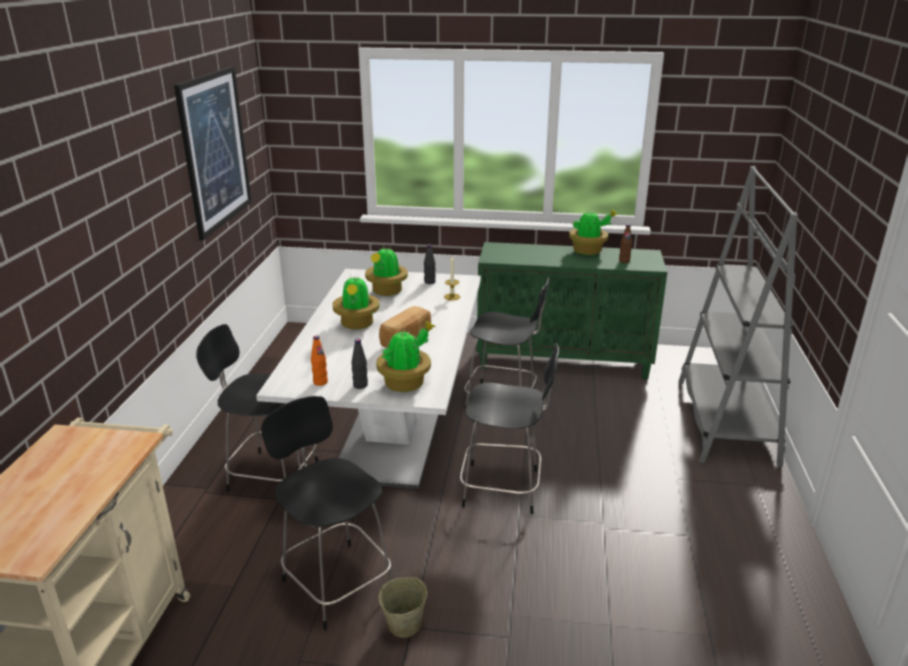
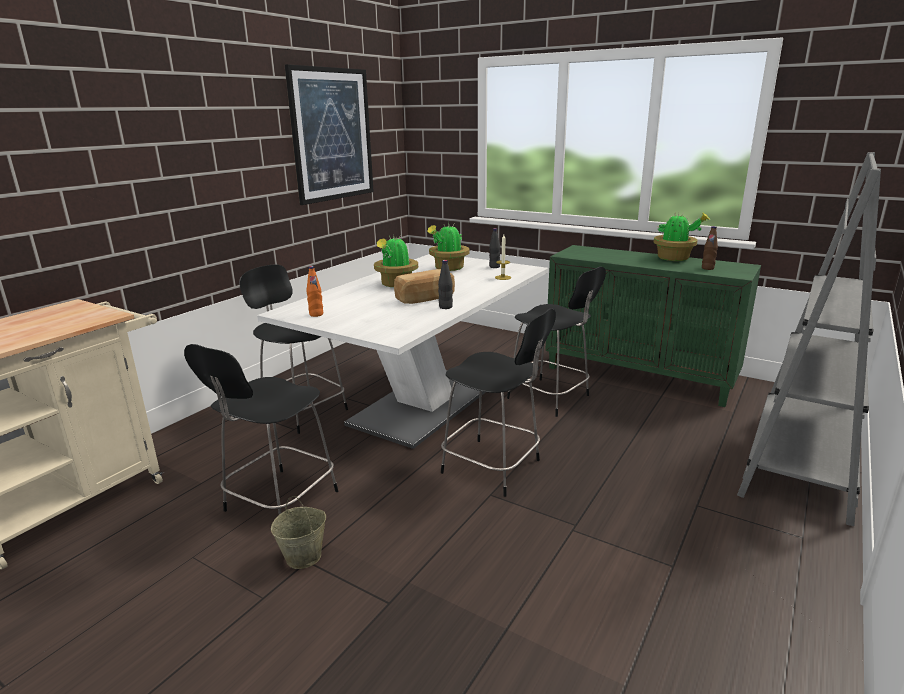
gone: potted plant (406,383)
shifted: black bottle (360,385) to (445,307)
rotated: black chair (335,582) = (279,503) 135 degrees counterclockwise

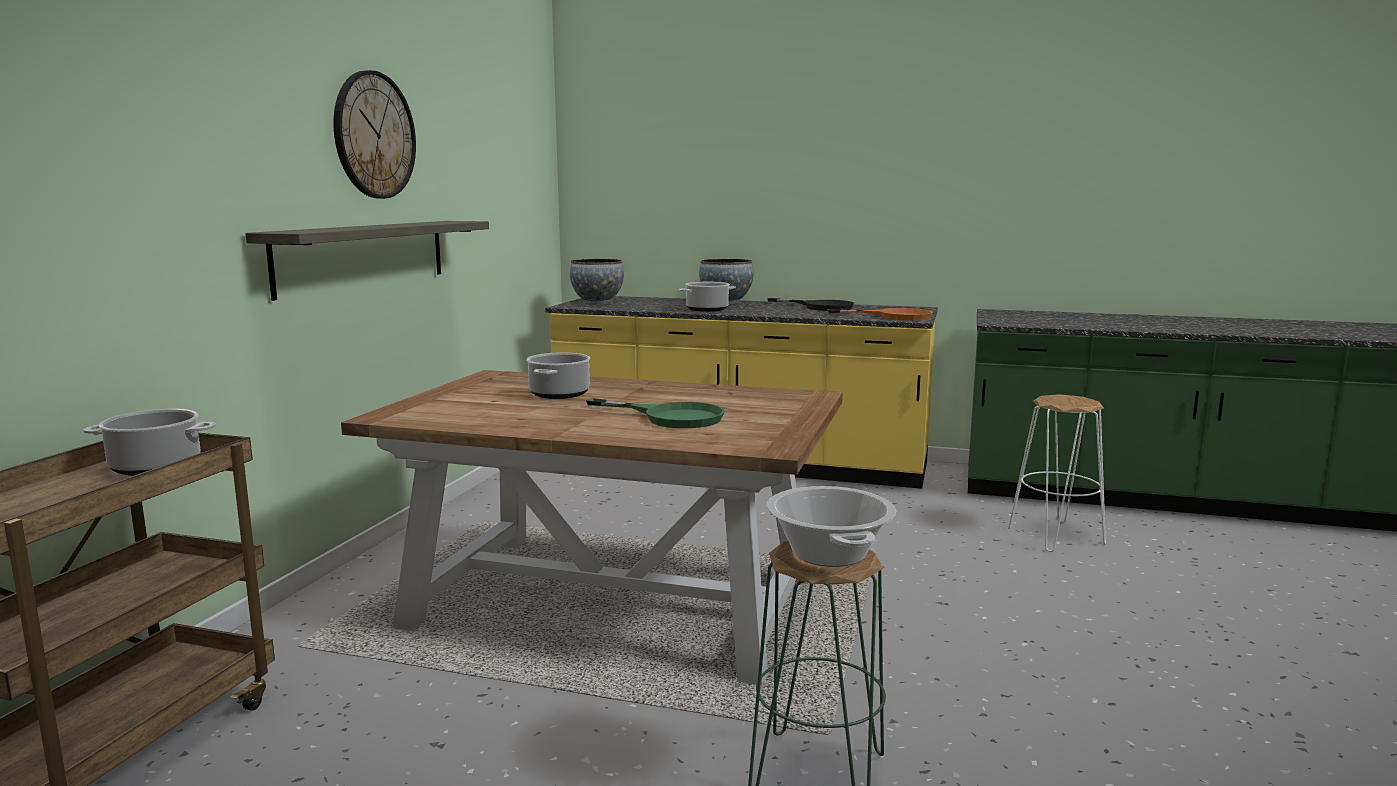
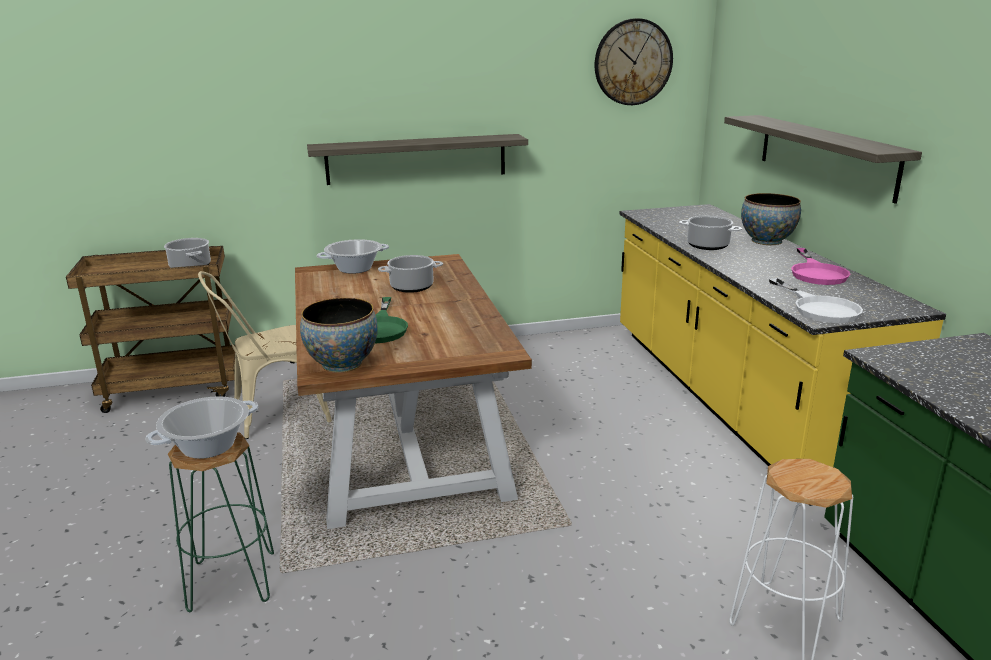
new: shelf (825,155); cooking pot (355,269); beige chair (272,415)
shifted: wall clock (374,135) to (633,62); bowl (597,302) to (342,364)
repainted: black frying pan (820,307) to pink frying pan (816,273); orange frying pan (894,316) to white frying pan (819,308)

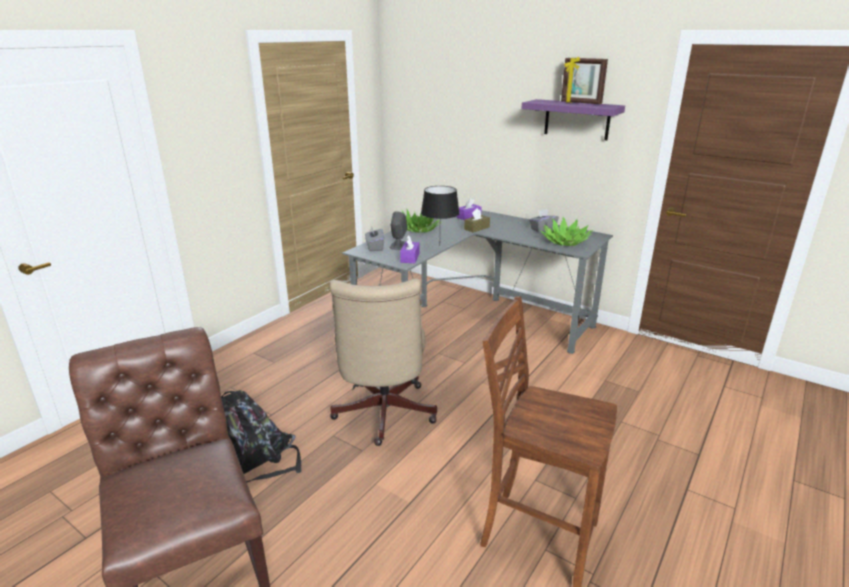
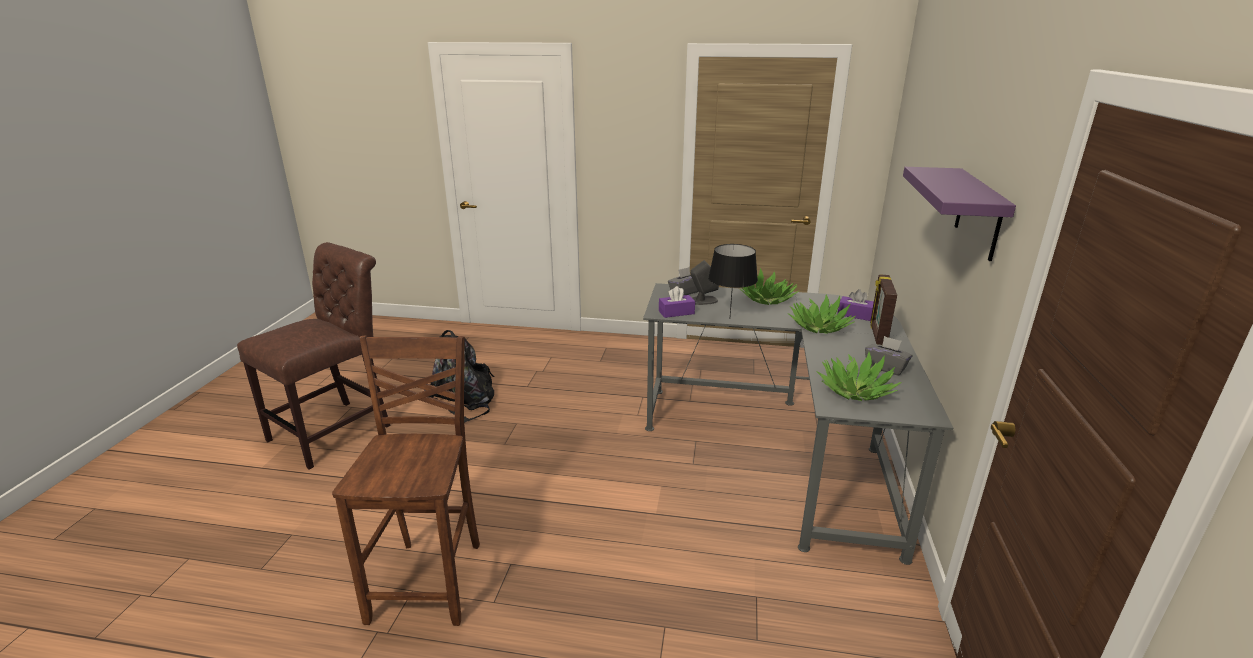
gone: beige office chair (383,416)
shifted: picture frame (580,103) to (877,334)
swapped: brown tissue box (476,228) to potted plant (819,327)

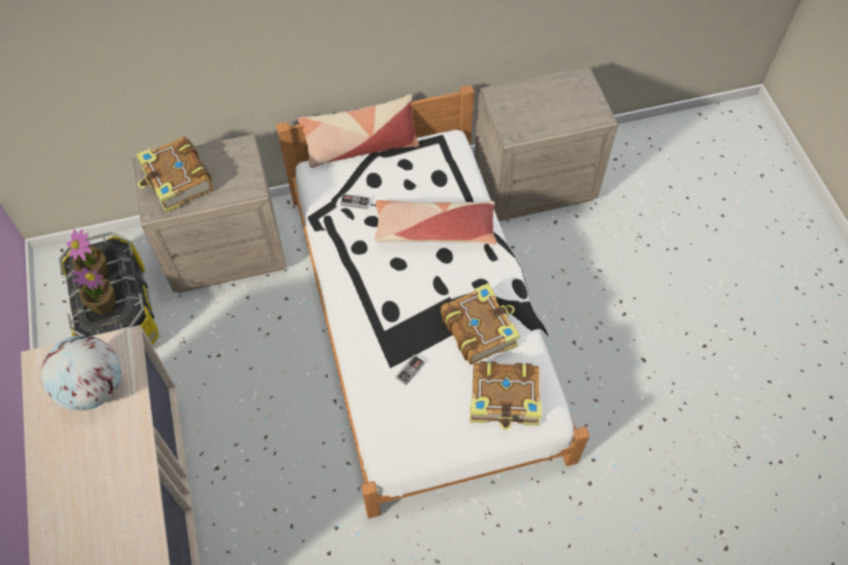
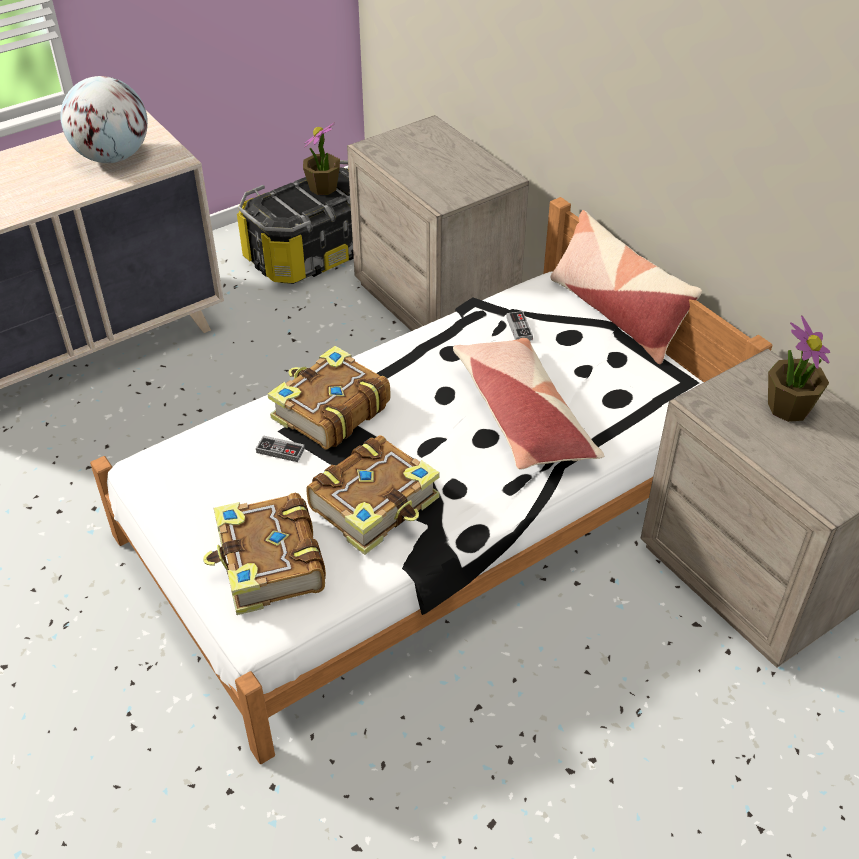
shifted: book (177,182) to (329,411); potted plant (103,304) to (788,407)

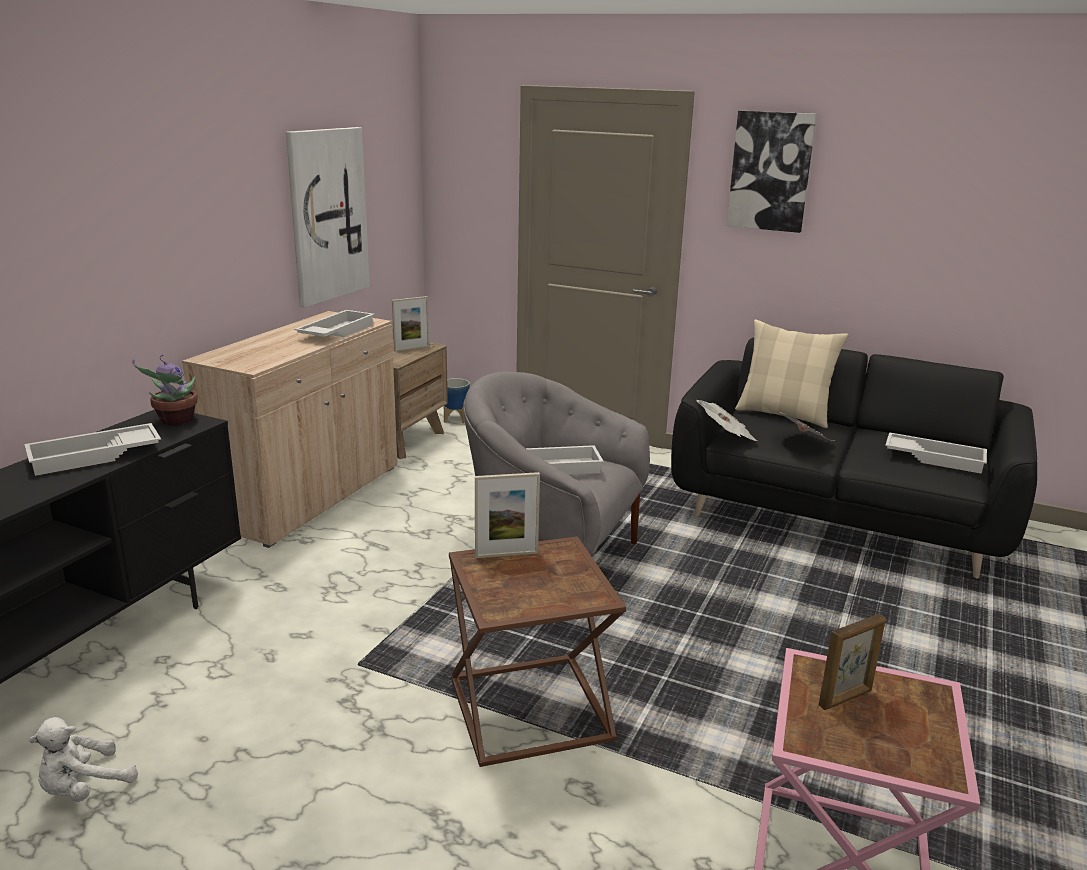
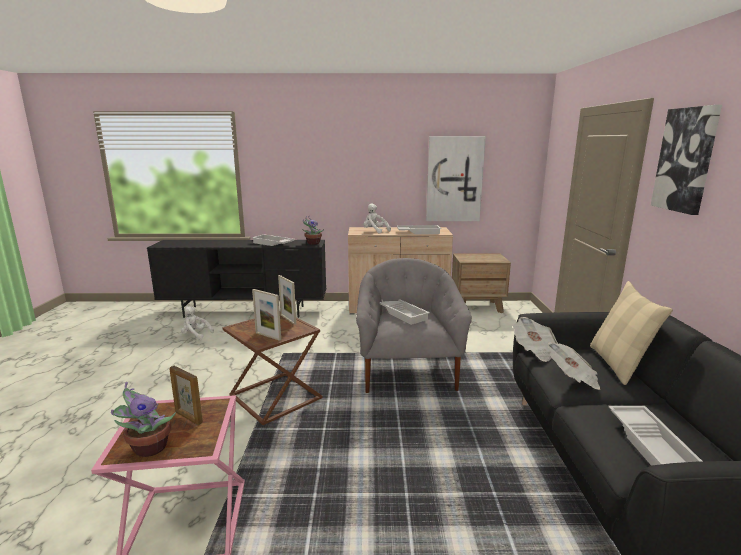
gone: planter (455,419)
new: white plush toy (375,231); potted plant (148,448)
shifted: picture frame (411,349) to (268,336)

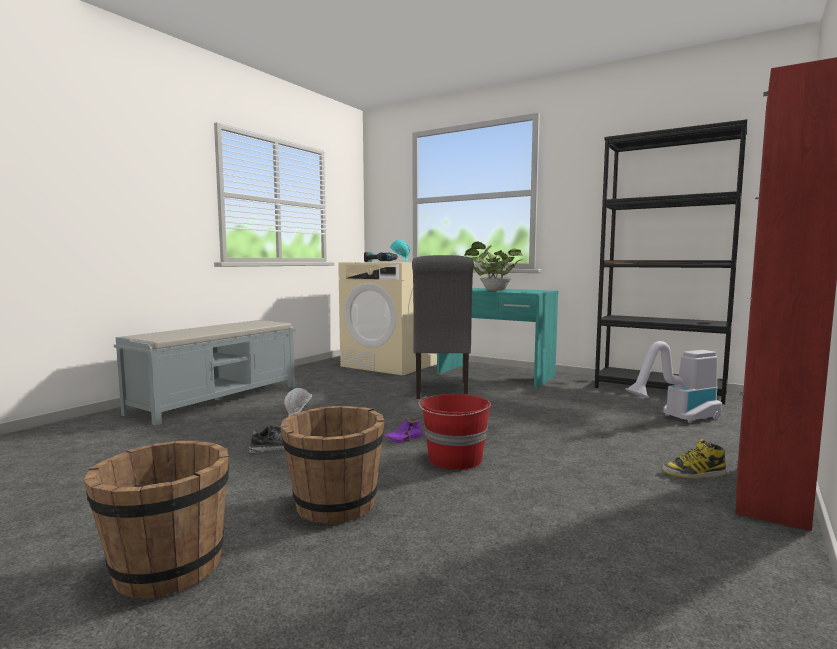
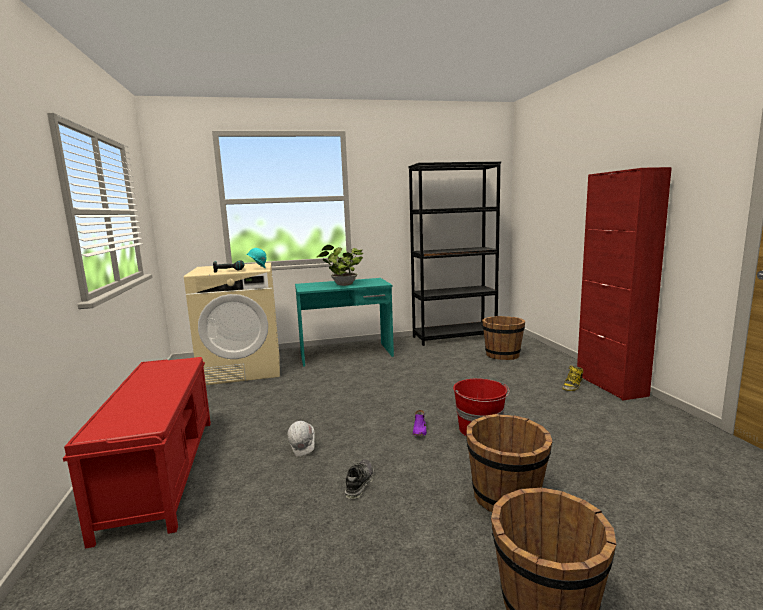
gone: grey chair (441,391)
swapped: vacuum cleaner (677,419) to brown bucket (502,355)
repainted: grey bench (218,399) to red bench (162,471)

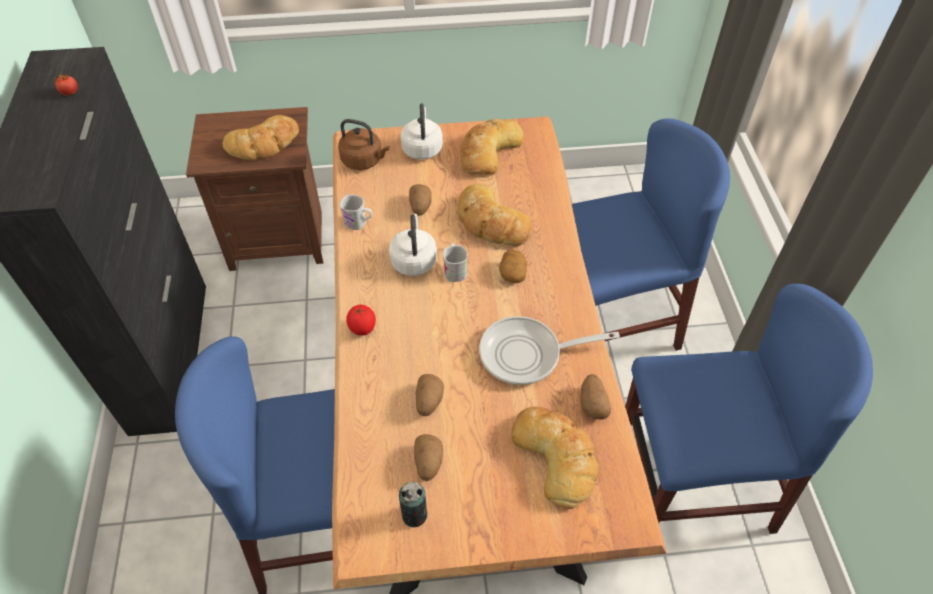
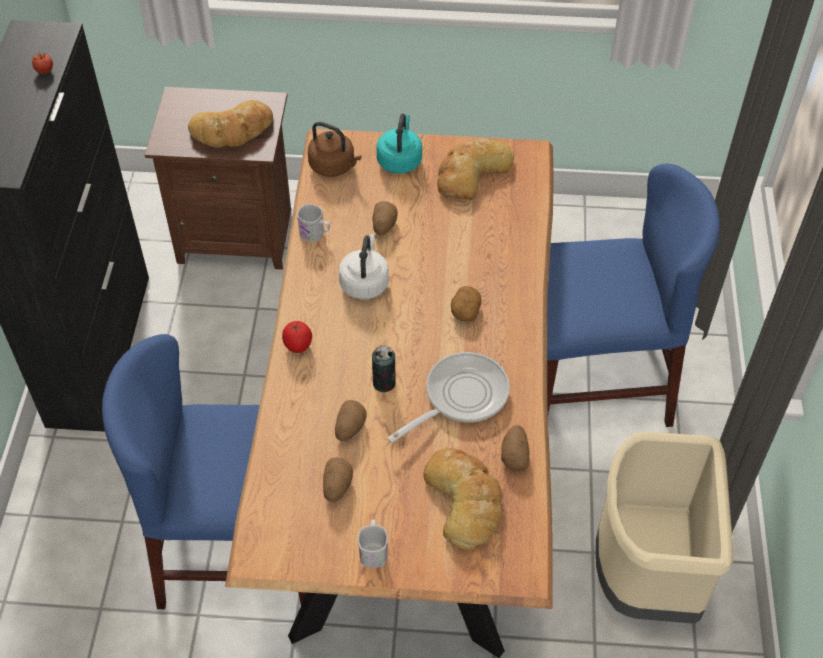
gone: bread (491,222)
shifted: white mug (454,270) to (373,550); can (414,515) to (384,383)
swapped: blue chair (692,483) to beige trash can (646,574)
repainted: white kettle (422,148) to turquoise kettle (400,160)
rotated: frying pan (527,354) = (460,397) 135 degrees clockwise

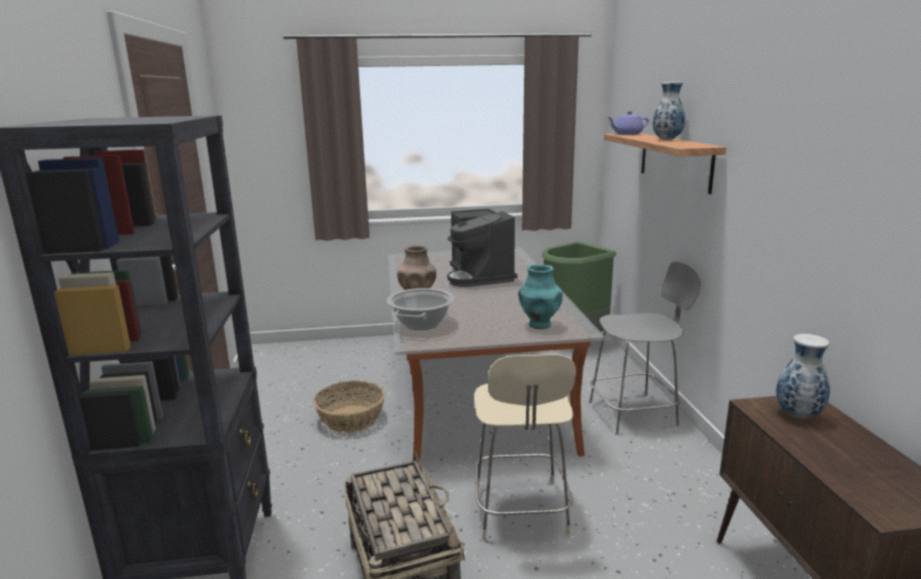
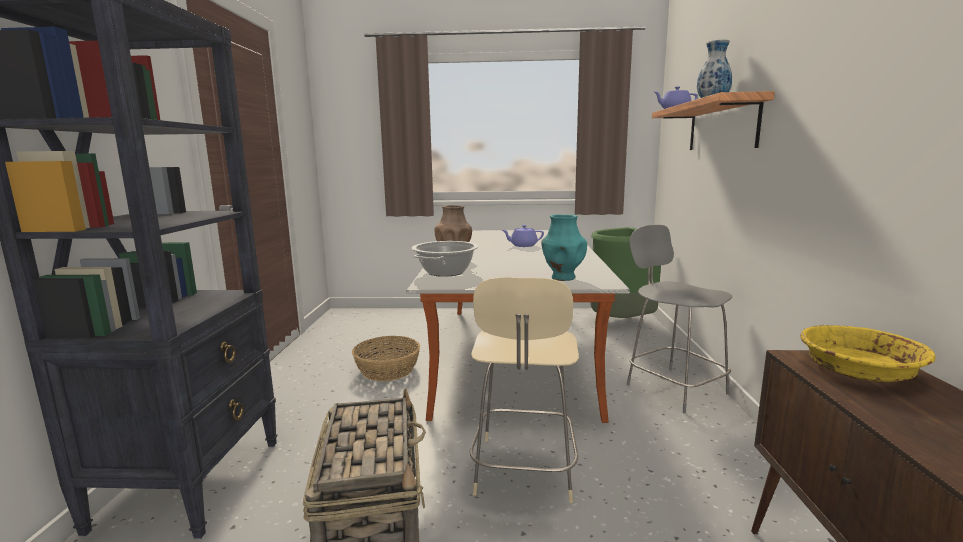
swapped: coffee machine (480,276) to purple teapot (523,245); vase (797,414) to yellow bowl (858,369)
rotated: grey chair (635,413) = (673,387) 120 degrees counterclockwise

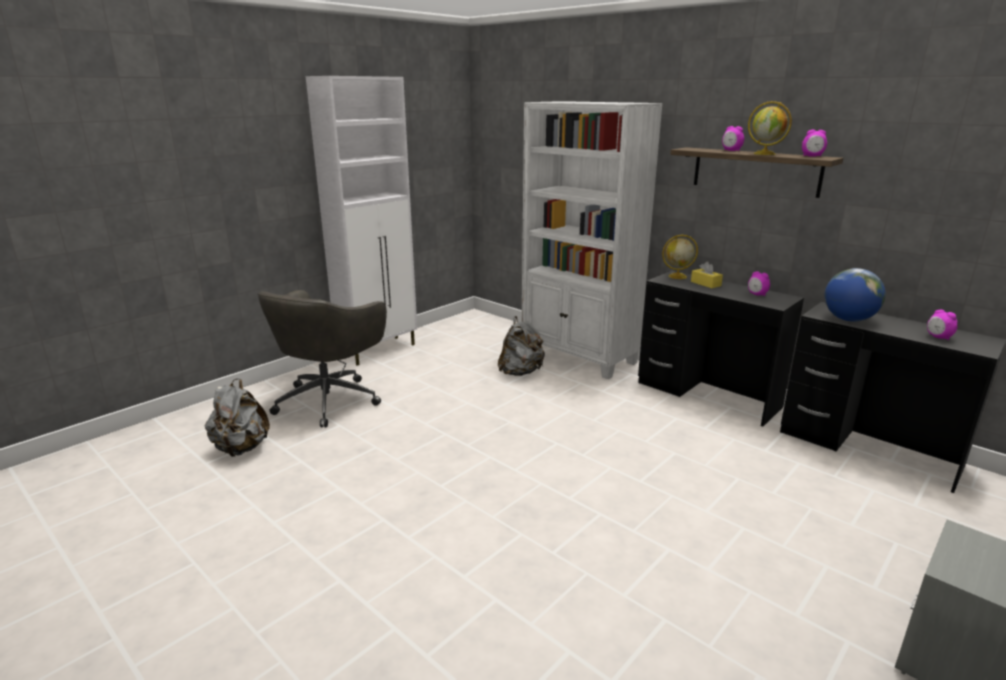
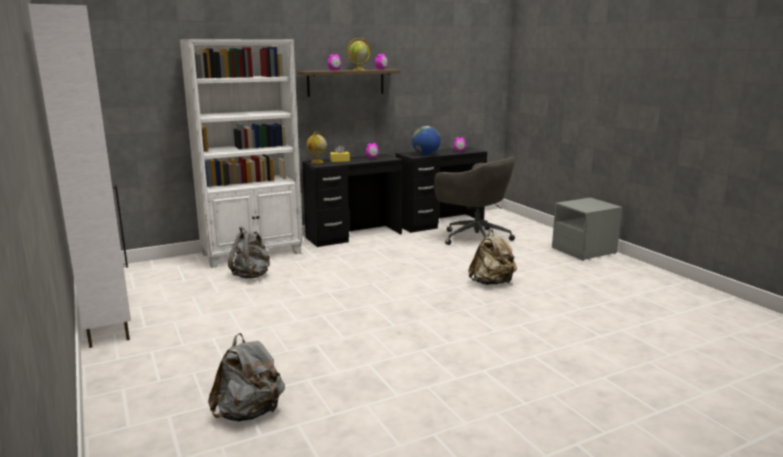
new: beige backpack (492,283)
shifted: grey office chair (330,400) to (474,238)

